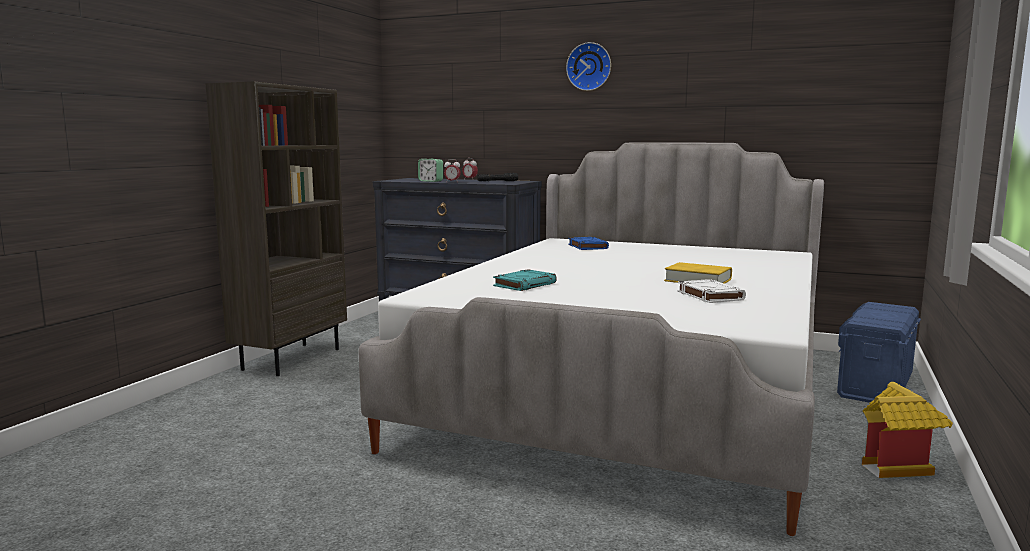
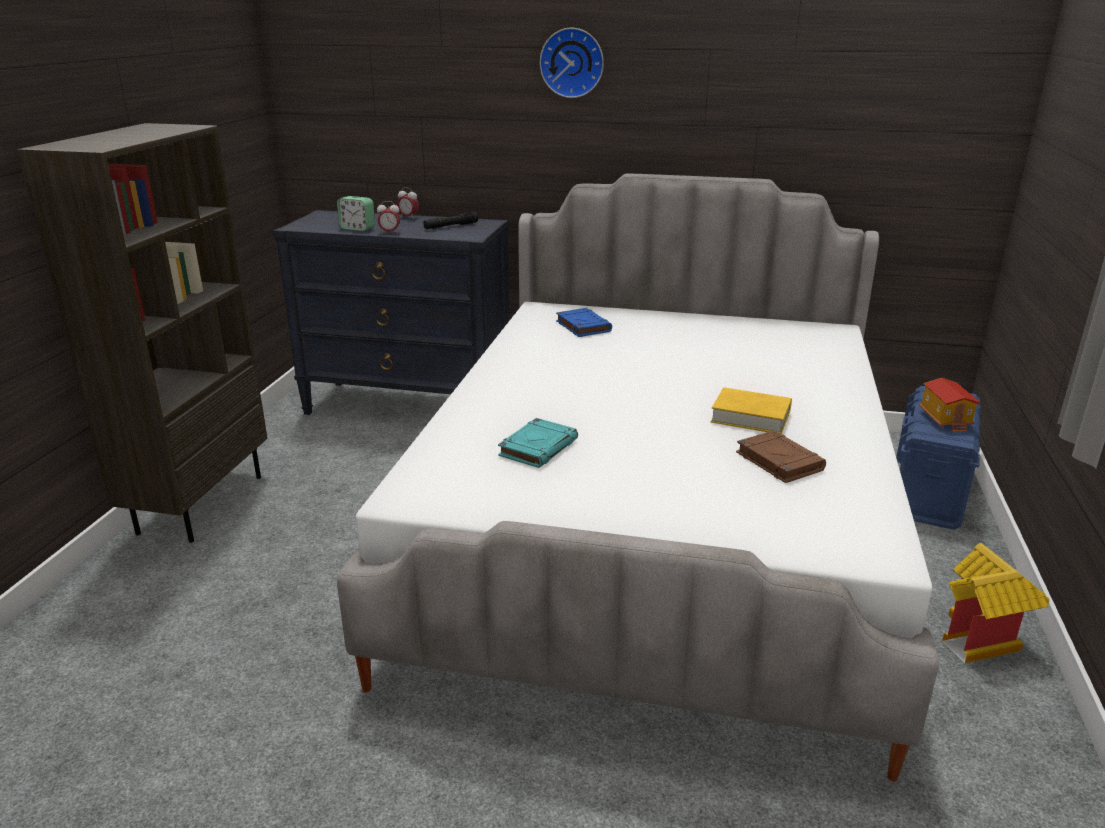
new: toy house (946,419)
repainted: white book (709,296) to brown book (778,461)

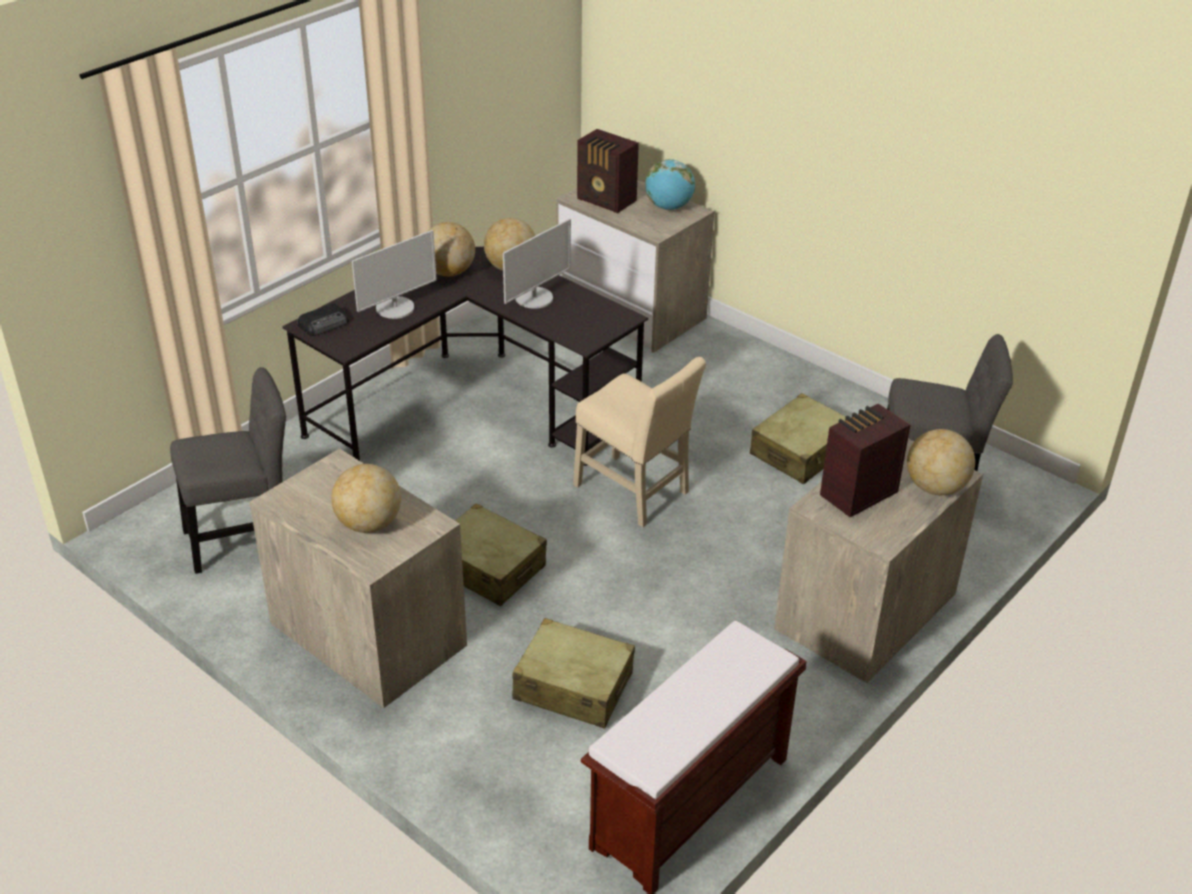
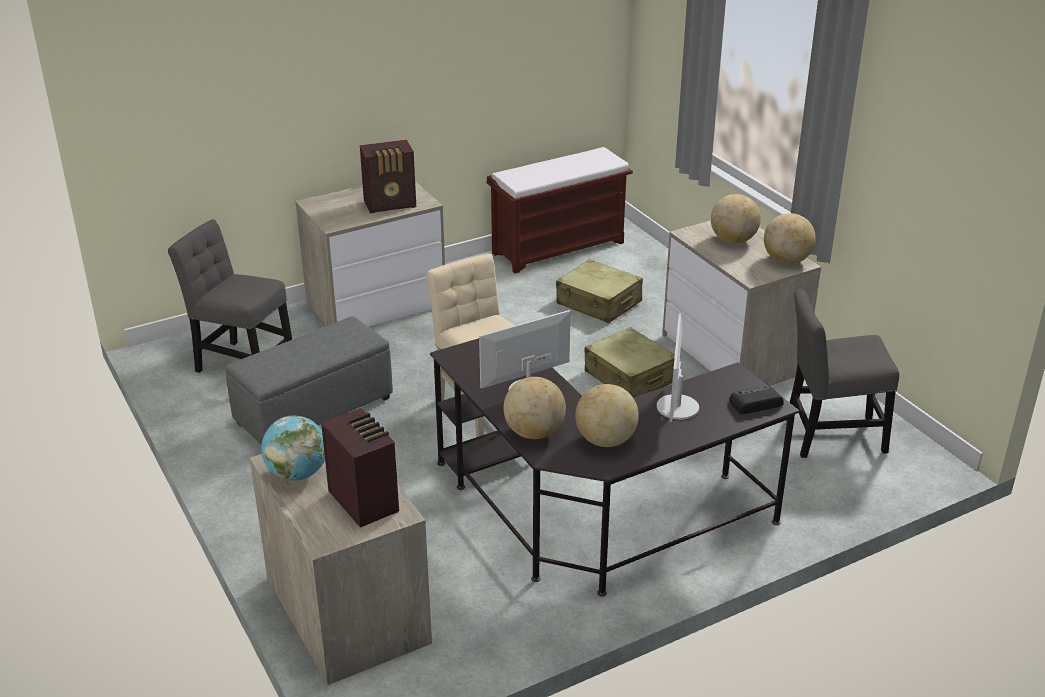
shifted: globe (935,487) to (786,261)
swapped: beige suitcase (801,451) to grey ottoman (313,411)
rotated: monitor (395,308) = (677,407) 60 degrees counterclockwise

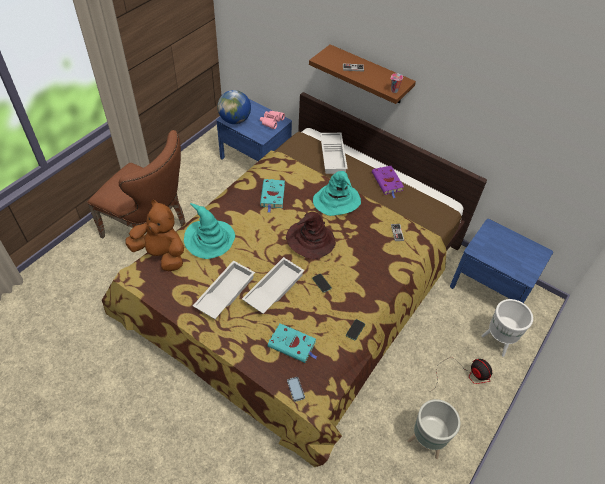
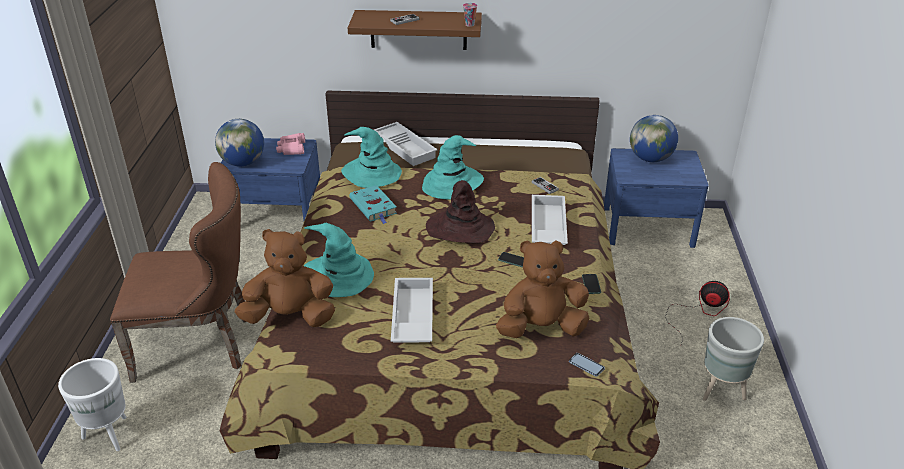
gone: purple book (387,182)
new: globe (650,159); turquoise hat (371,173)
shifted: white tray (273,288) to (546,226); white planter (498,342) to (109,435)
swapped: turquoise book (293,345) to brown plush toy (541,328)

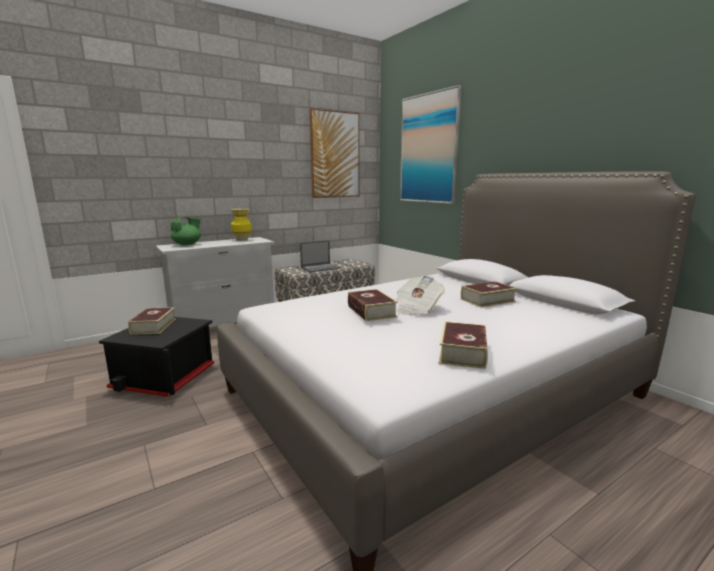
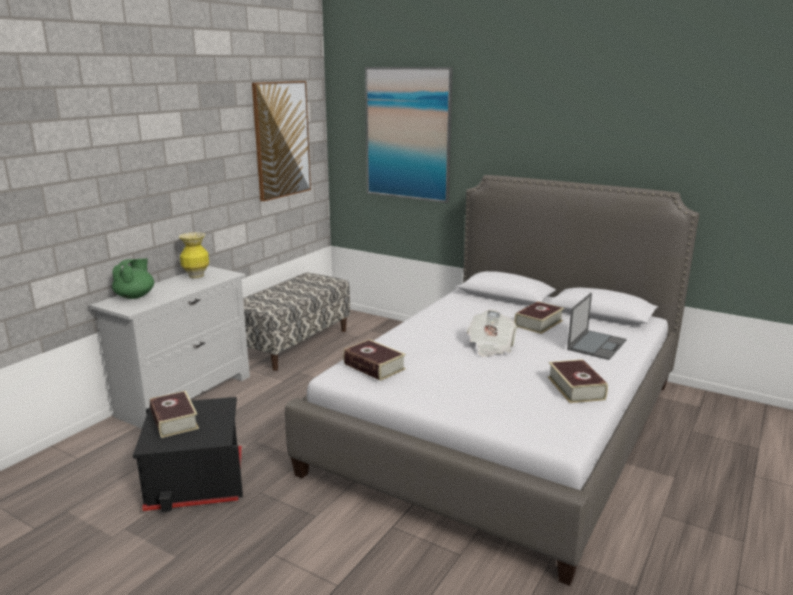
shifted: laptop (320,268) to (597,344); book (371,311) to (374,366)

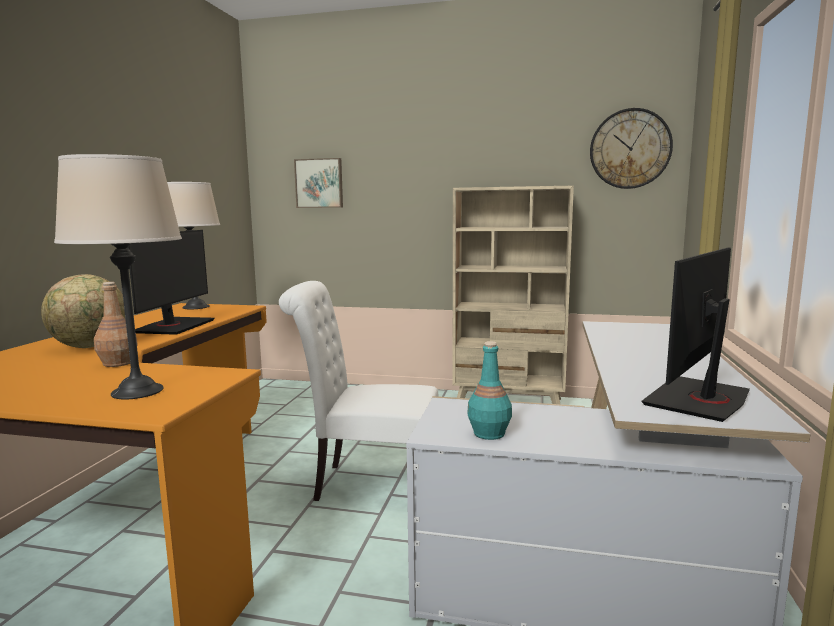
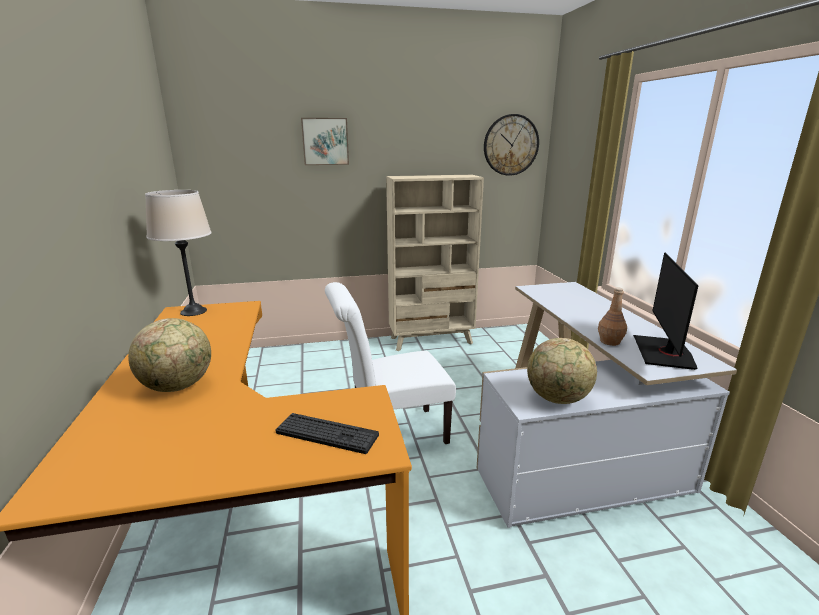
gone: monitor (174,326)
shifted: picture (319,183) to (325,141); brown bottle (118,363) to (609,341)
swapped: beige table lamp (137,391) to keyboard (327,434); turquoise bottle (489,434) to globe (557,399)

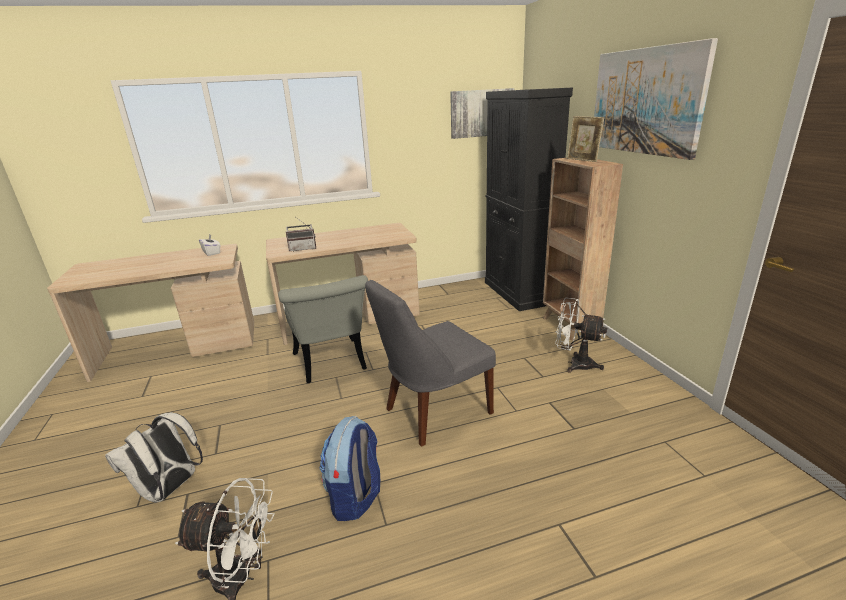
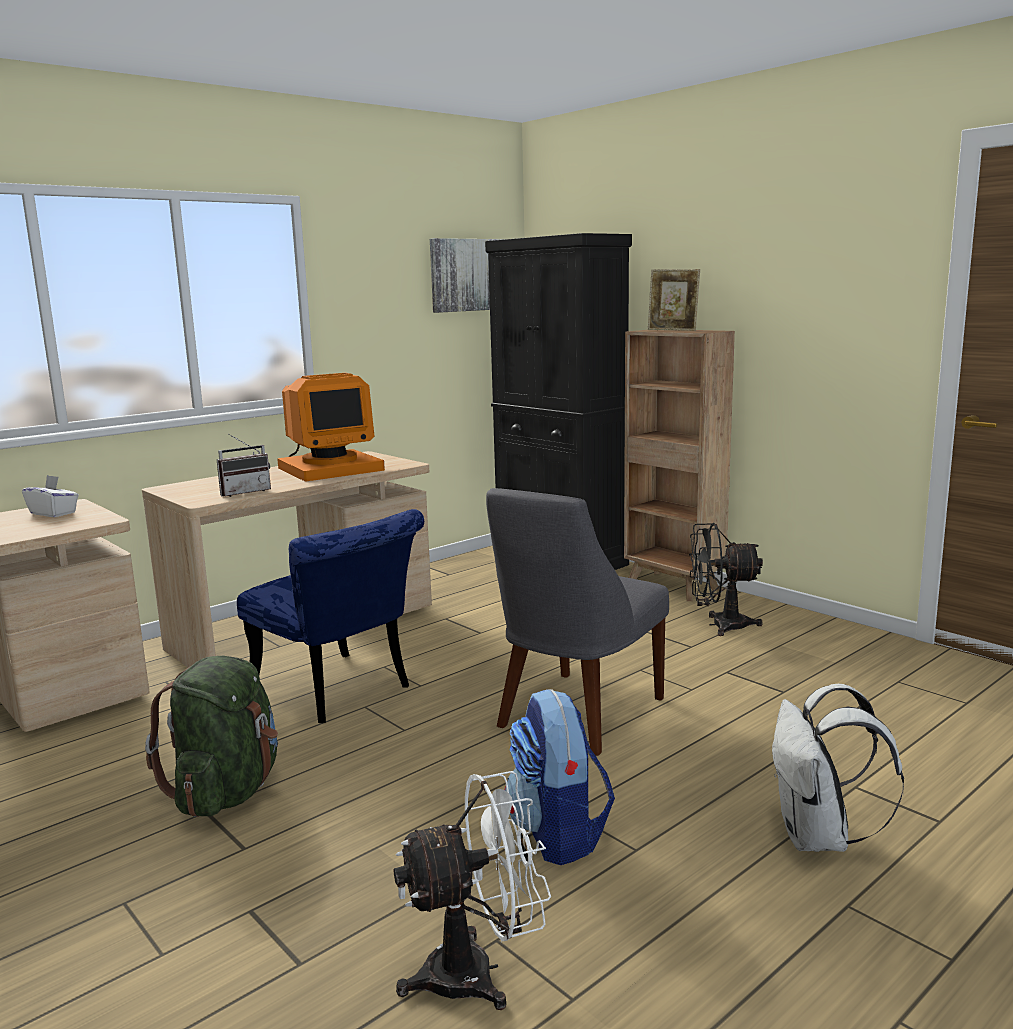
gone: picture (645,101)
new: monitor (330,468); green backpack (227,791)
shifted: white backpack (170,489) to (819,838)
repainted: grey chair (331,365) to blue chair (339,693); white fan (575,363) to black fan (720,625)

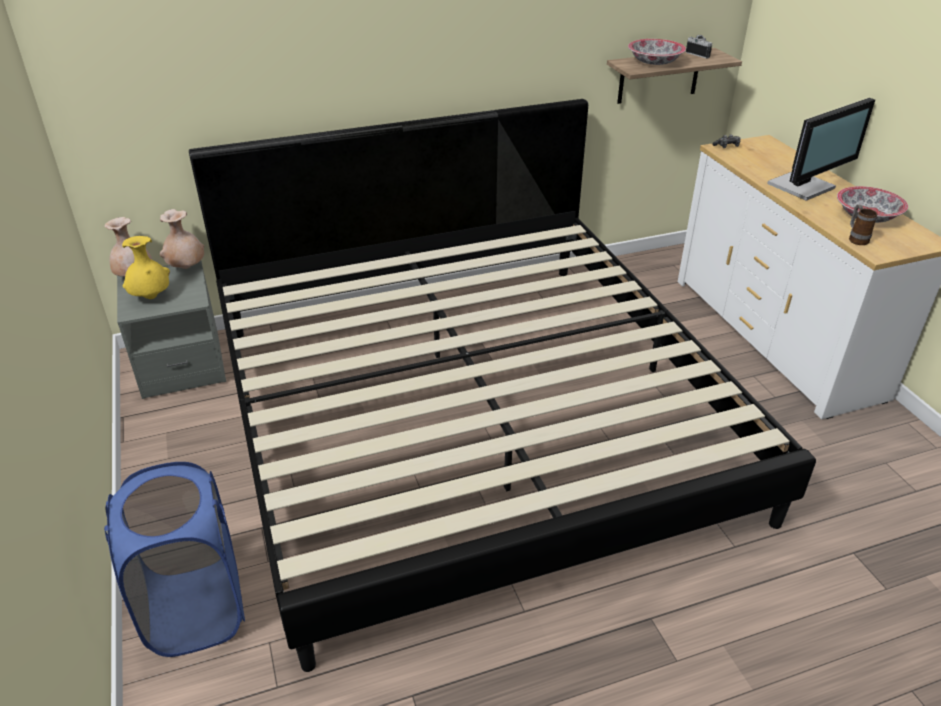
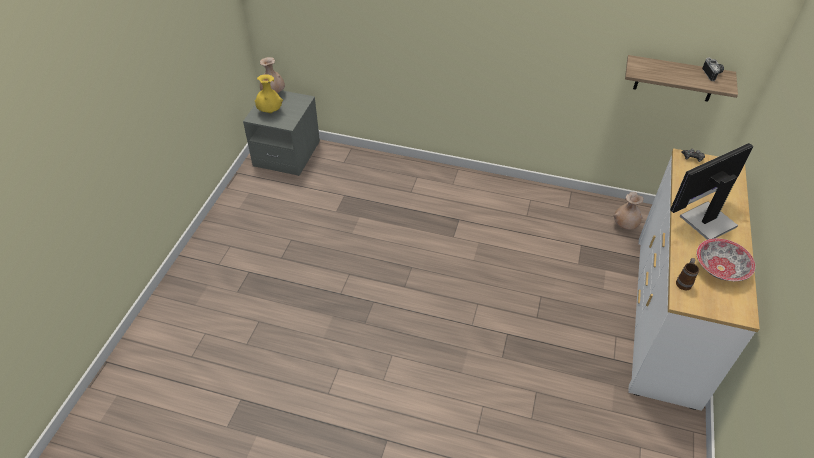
gone: bowl (654,62); bed (470,415); blue laundry basket (196,609)
shifted: beige vase (186,268) to (624,225)
rotated: monitor (804,186) = (705,220) 150 degrees clockwise

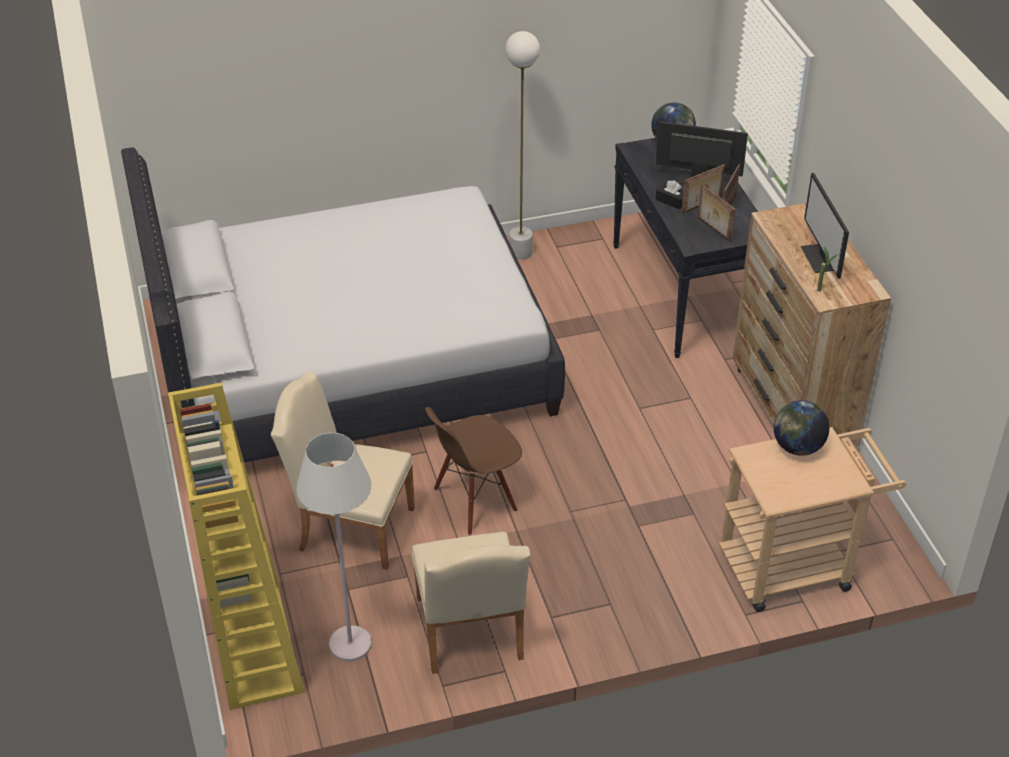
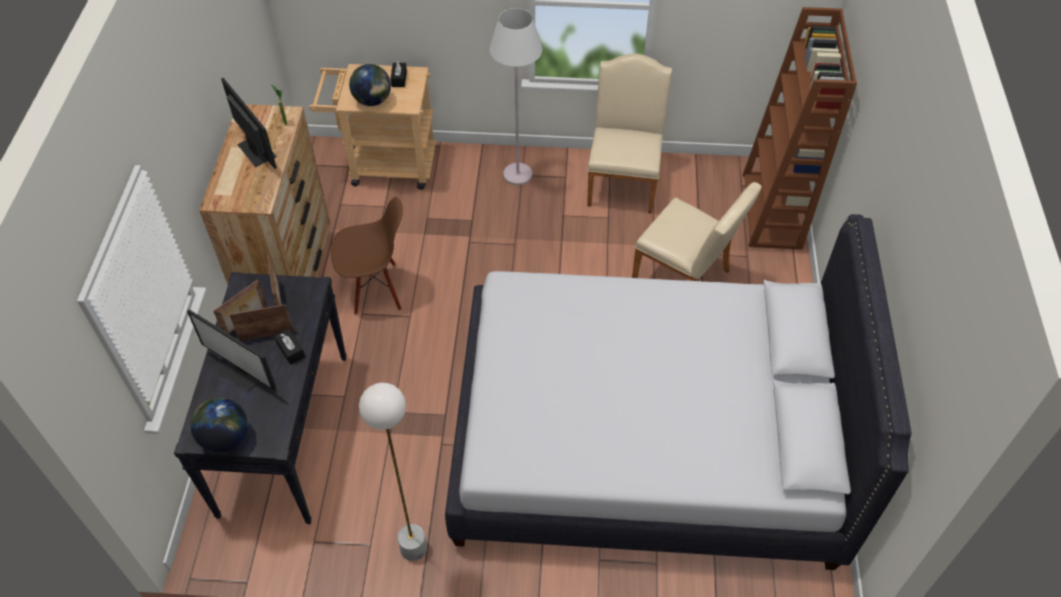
new: black tissue box (399,79)
shifted: brown chair (475,501) to (376,290); white floor lamp (350,644) to (518,175)
repainted: yellow bookcase (253,645) to brown bookcase (772,211)
rotated: monitor (821,258) = (255,151) 45 degrees counterclockwise

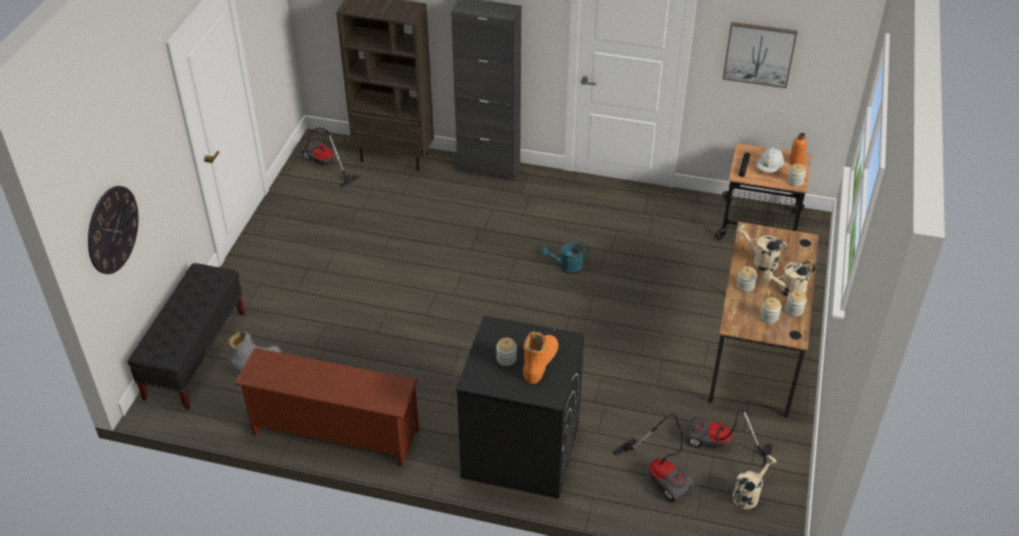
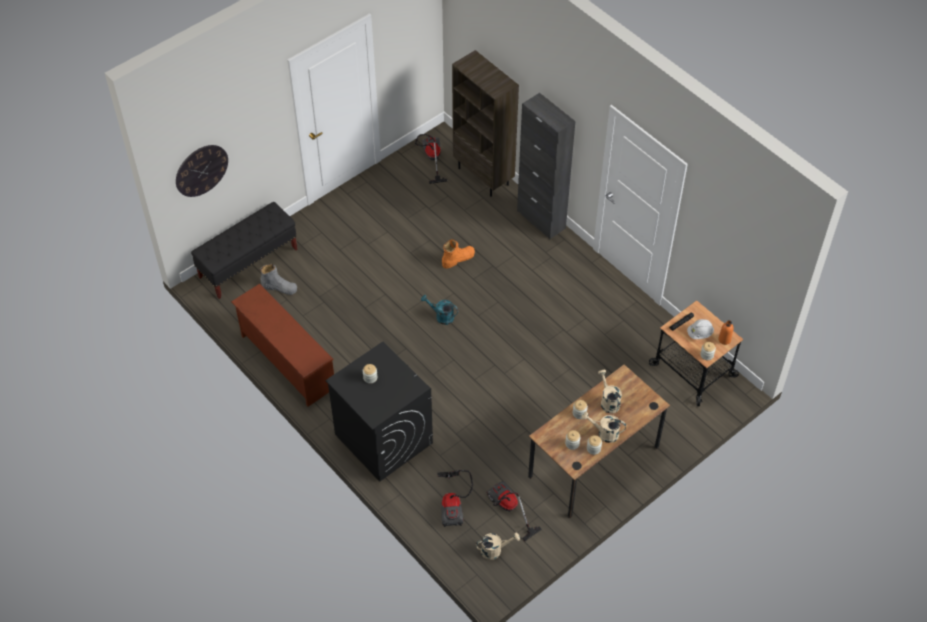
gone: picture (759,54)
shifted: turquoise watering can (567,267) to (441,316); orange boot (540,362) to (458,259)

